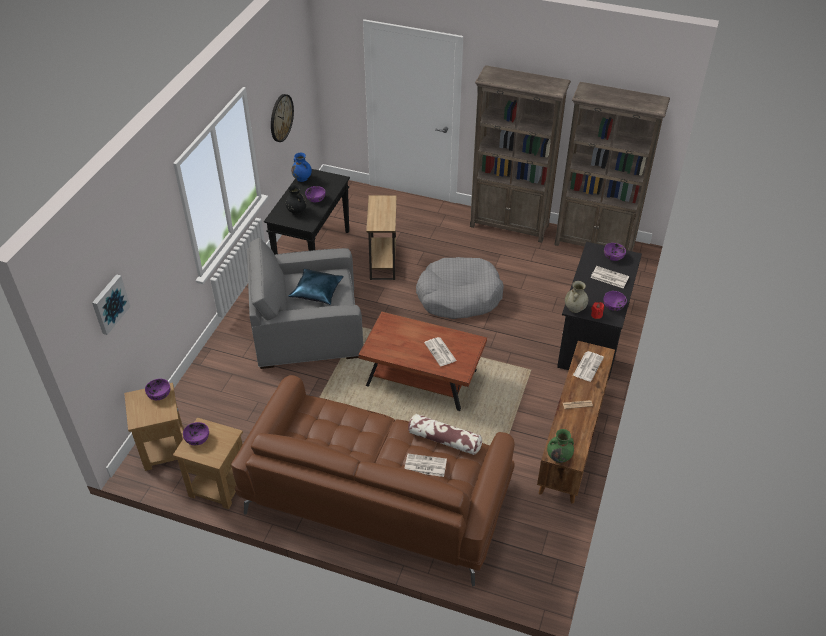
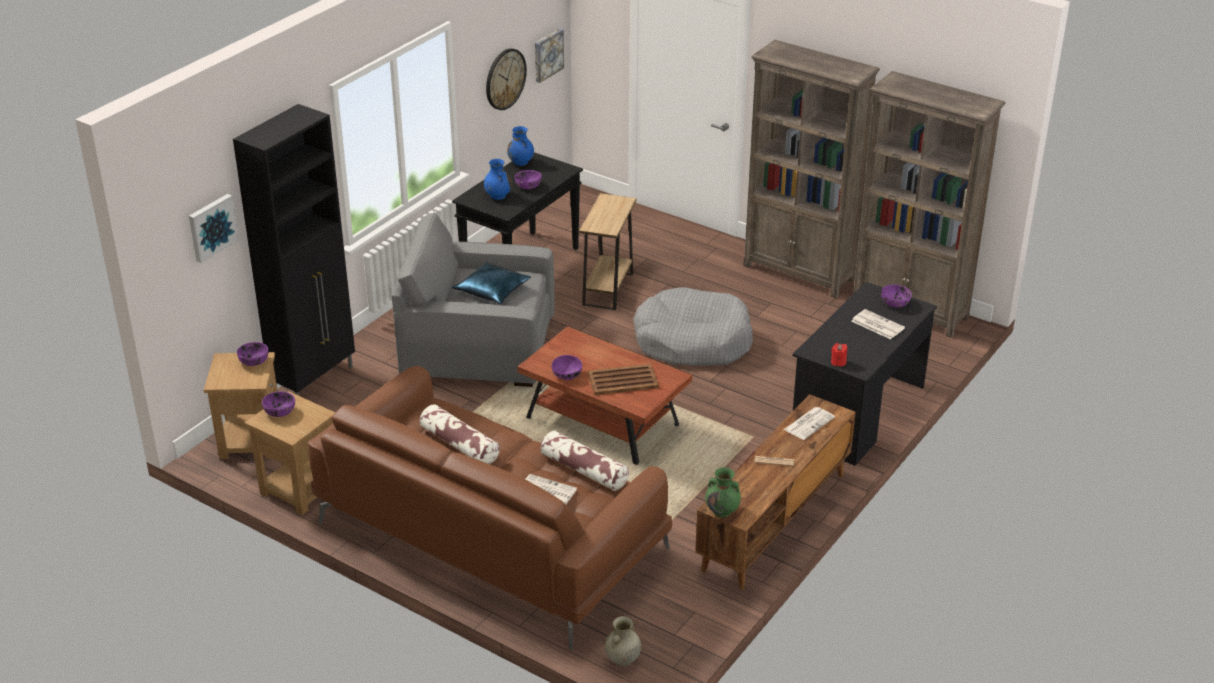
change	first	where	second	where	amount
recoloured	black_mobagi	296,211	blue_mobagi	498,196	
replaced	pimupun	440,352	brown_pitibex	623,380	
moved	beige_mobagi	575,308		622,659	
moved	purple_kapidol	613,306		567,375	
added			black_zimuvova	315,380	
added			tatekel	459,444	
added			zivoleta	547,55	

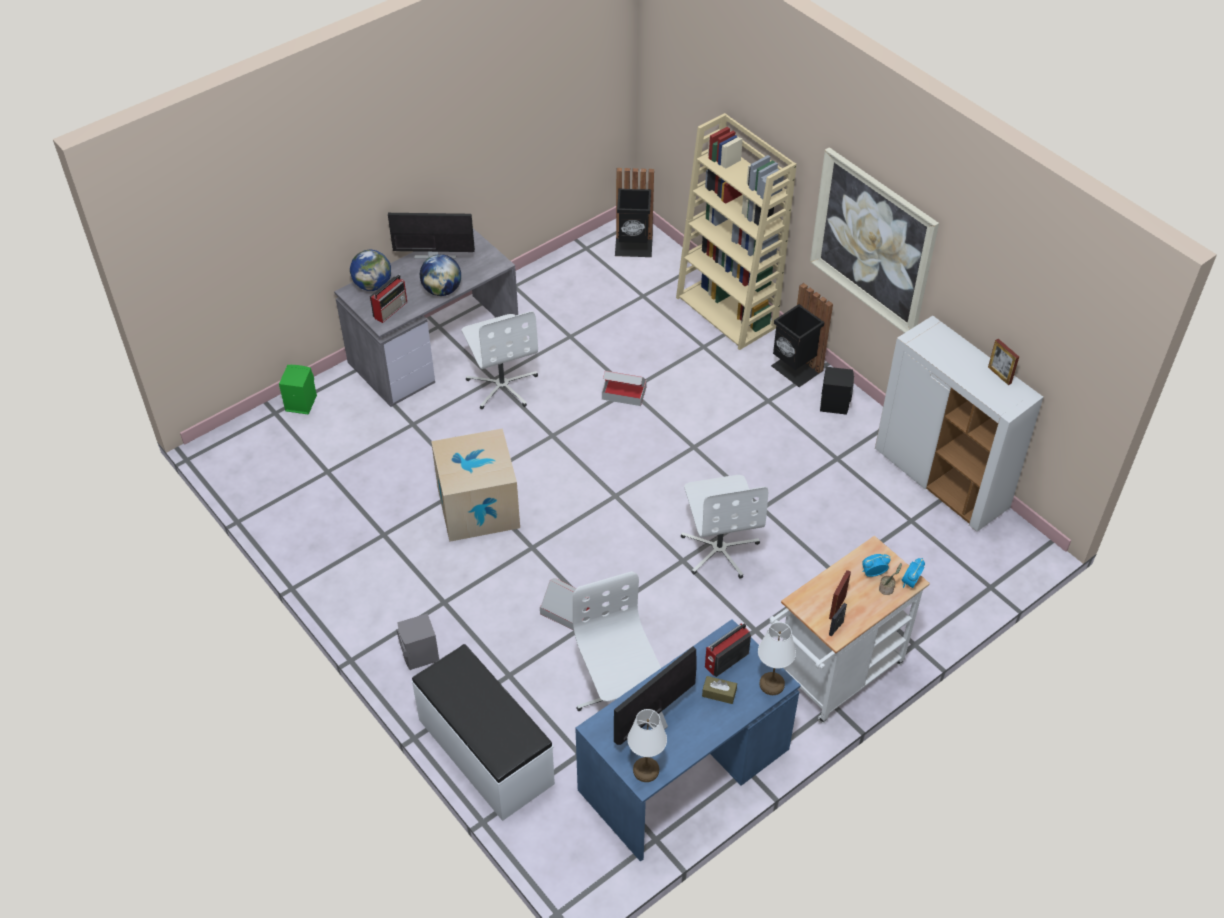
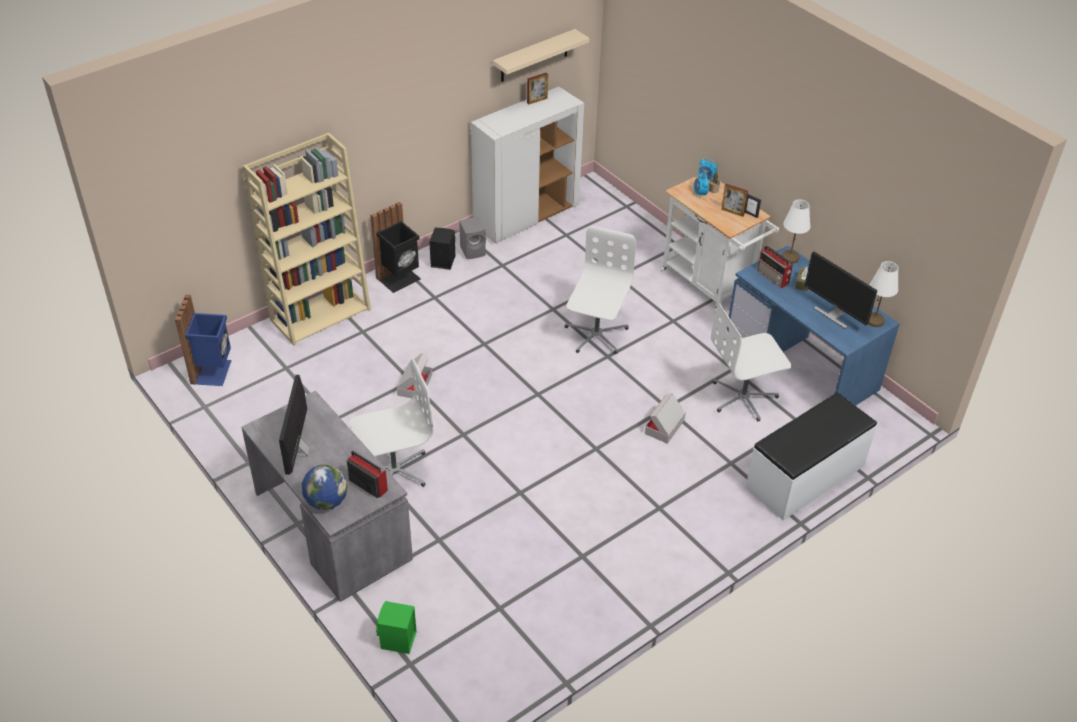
change	first	where	second	where	amount
moved	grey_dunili	420,656		473,251	
removed	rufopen	442,290			
removed	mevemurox	478,507			
recoloured	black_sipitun	634,247	blue_sipitun	213,371	
turned	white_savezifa	719,549		595,335	60 degrees counterclockwise
removed	zivoleta	873,242			
added			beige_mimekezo	534,56	

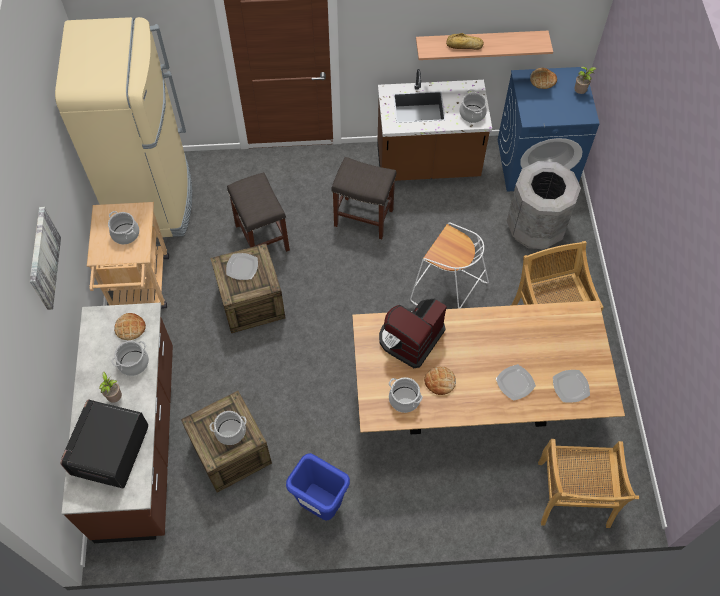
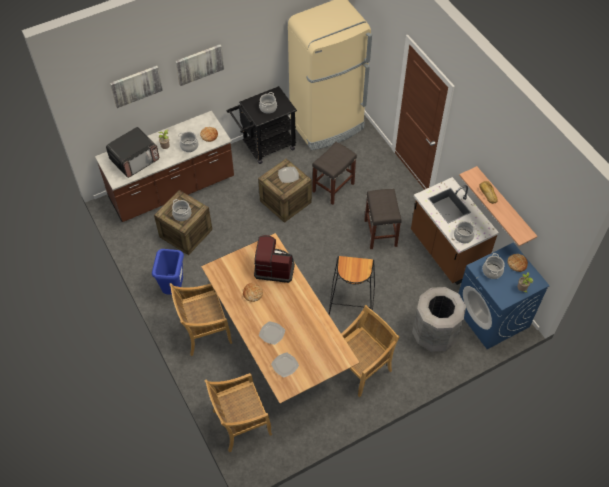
change	first	where	second	where	amount
turned	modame	110,452		135,160	150 degrees clockwise
recoloured	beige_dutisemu	140,289	black_dutisemu	264,147	
moved	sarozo	404,399		492,271	
recoloured	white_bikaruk	447,292	black_bikaruk	351,300	
added			zivoleta	136,85	
added			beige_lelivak	204,331	

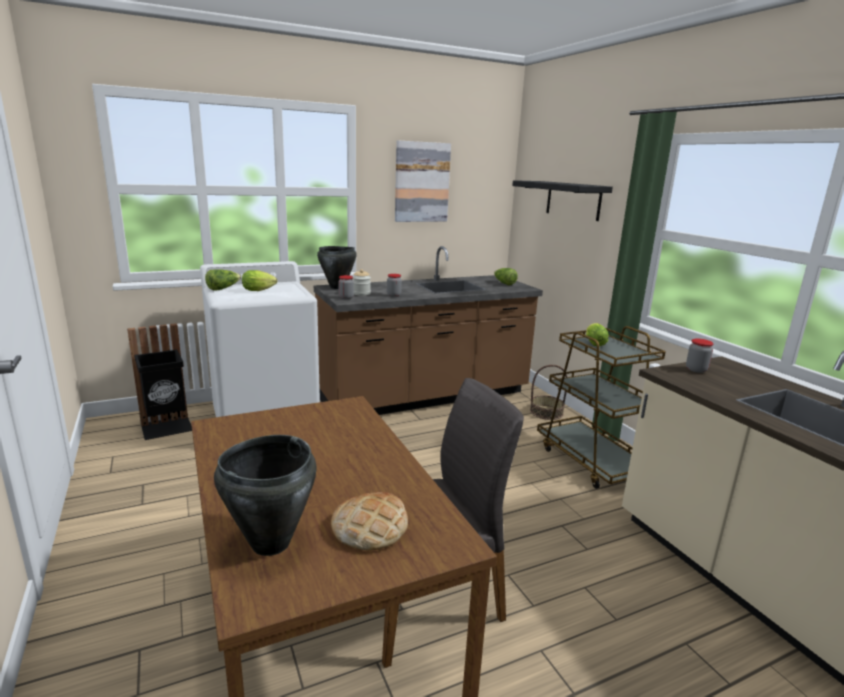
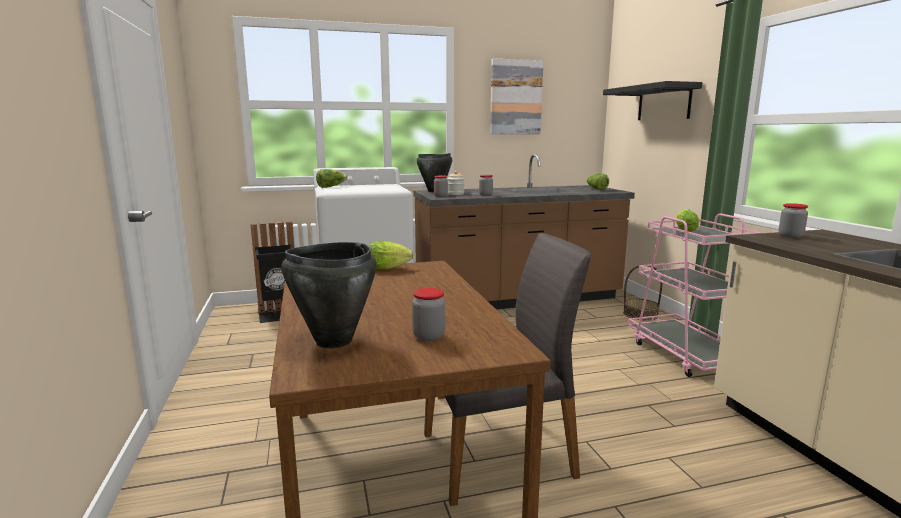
change	first	where	second	where	amount
moved	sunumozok	260,290		390,268	
replaced	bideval	370,527	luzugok	429,336	
recoloured	brown_dutisemu	592,461	pink_dutisemu	686,354	

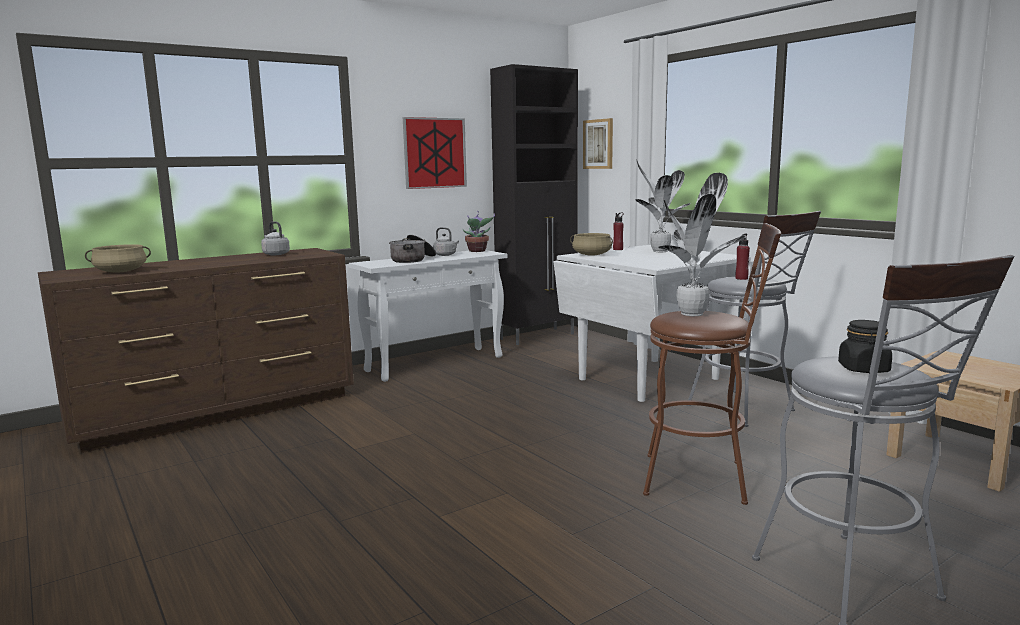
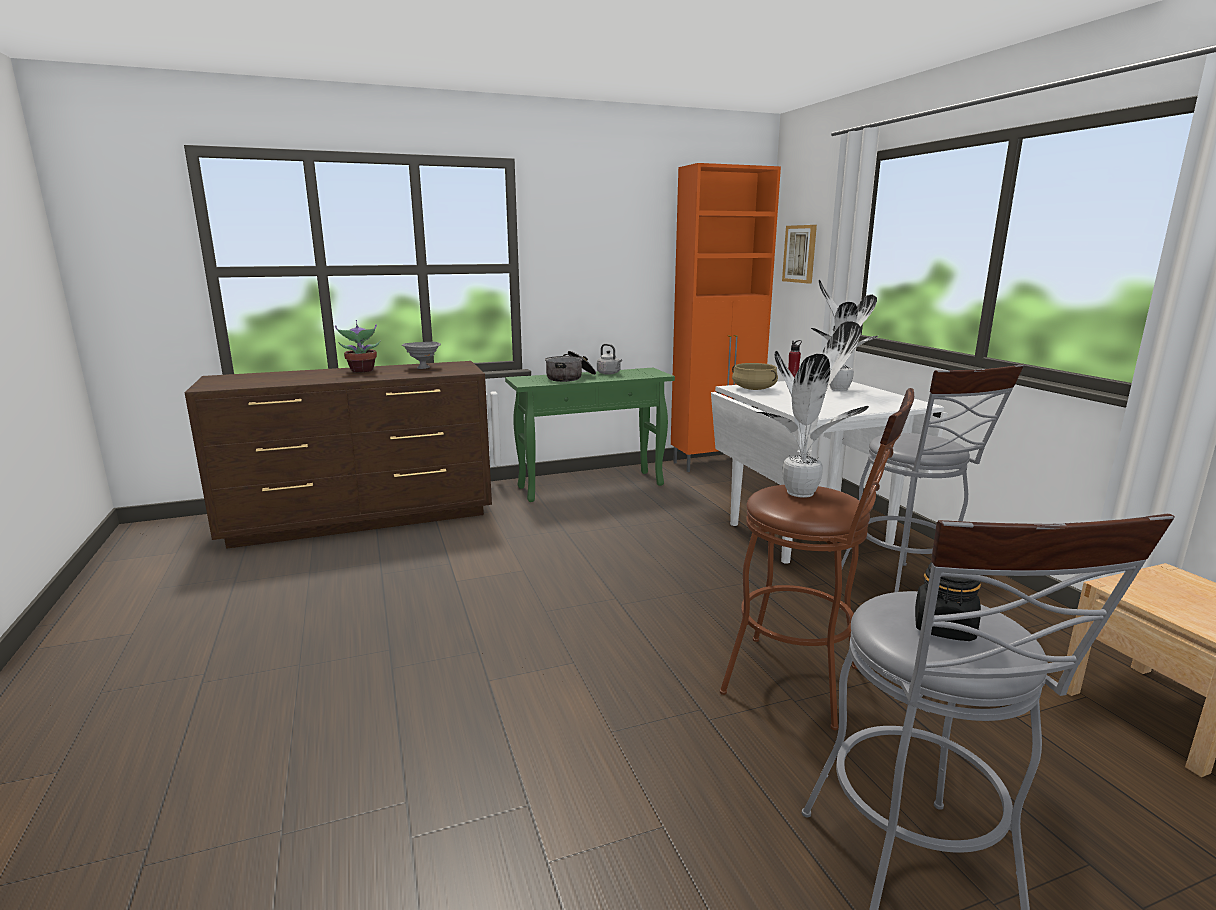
change	first	where	second	where	amount
removed	beige_sarozo	120,272			
replaced	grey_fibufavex	275,254	grey_kapidol	422,367	
recoloured	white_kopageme	436,363	green_kopageme	592,486	
removed	zivoleta	434,153			
moved	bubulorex	477,251		362,371	
recoloured	black_zimuvova	538,336	orange_zimuvova	716,463	
removed	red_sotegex	741,278			

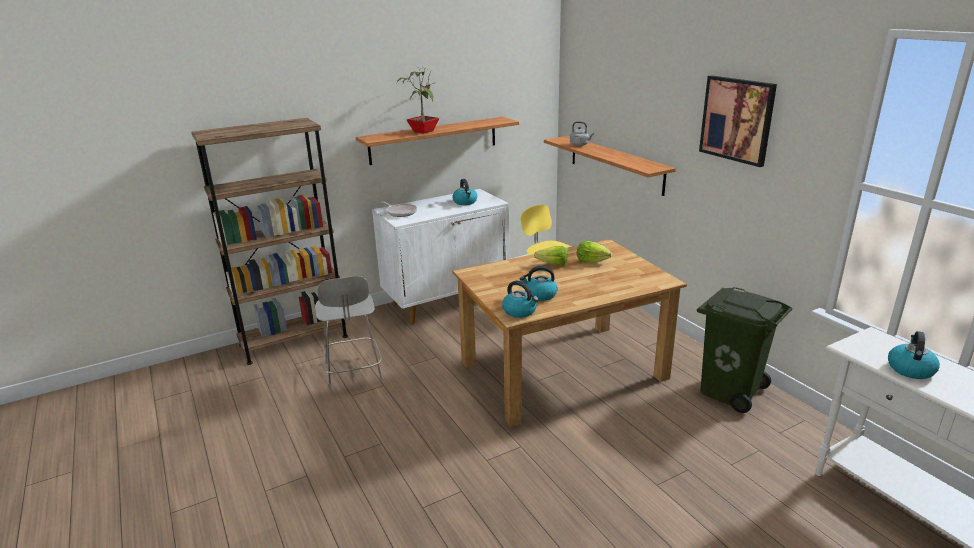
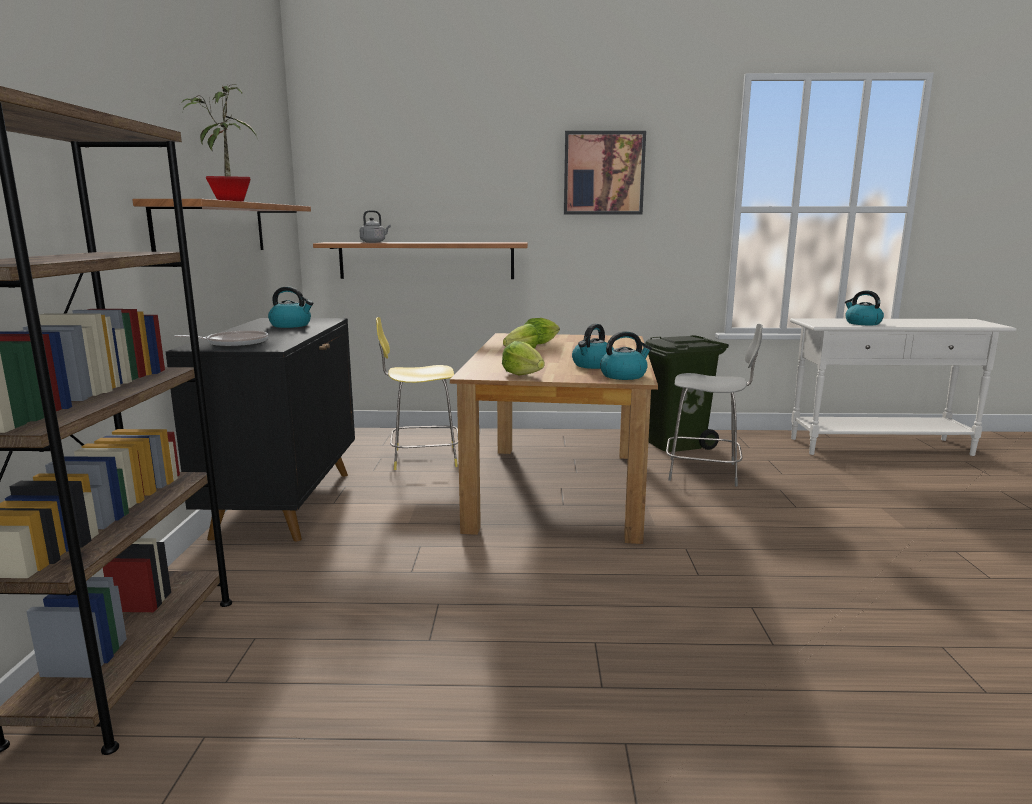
change	first	where	second	where	amount
moved	grey_bikaruk	353,372		705,472	
recoloured	white_zimuvova	447,301	black_zimuvova	286,502	
added			sunumozok	523,375	

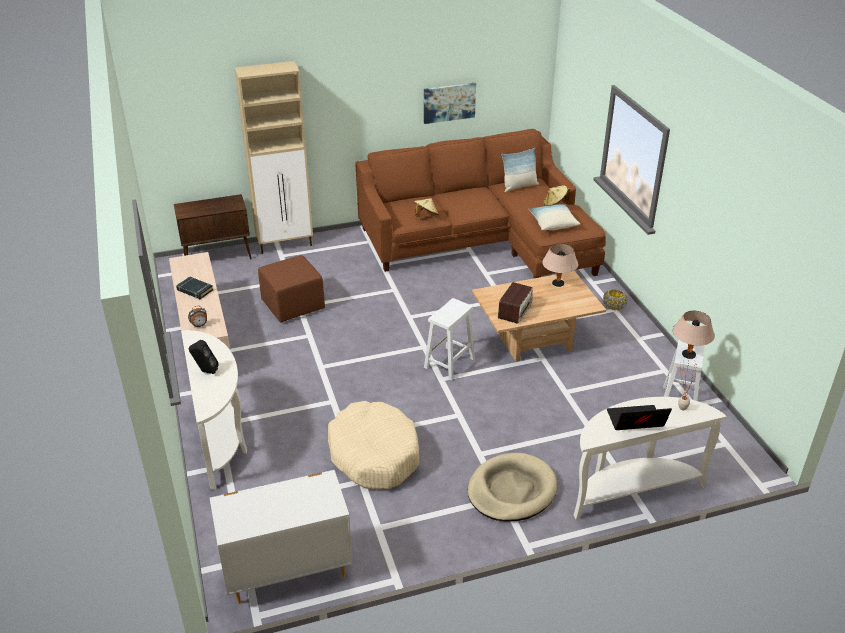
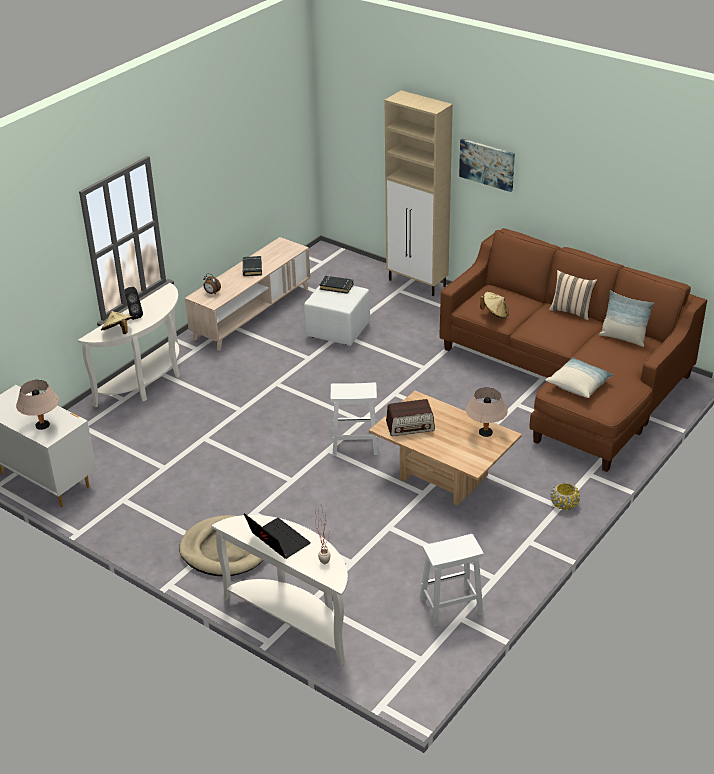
change	first	where	second	where	amount
removed	brown_zimuvova	218,257			
recoloured	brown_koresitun	293,305	white_koresitun	338,331	
removed	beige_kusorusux	374,454			
moved	zivoleta	449,102		487,164	
moved	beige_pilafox	555,204		118,332	
moved	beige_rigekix	688,355		42,426	
added			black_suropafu	336,286	
added			beige_tatekel	571,311	

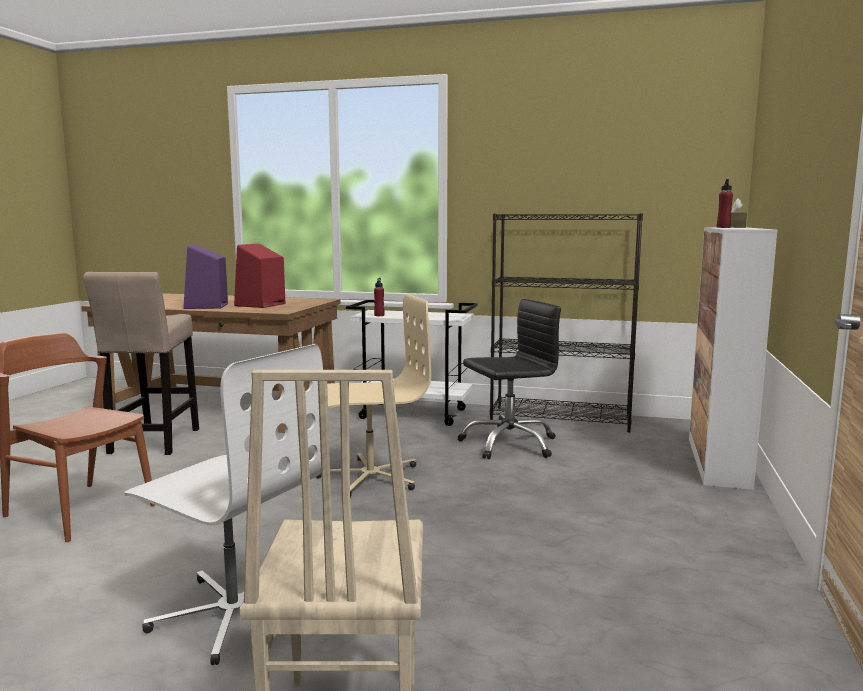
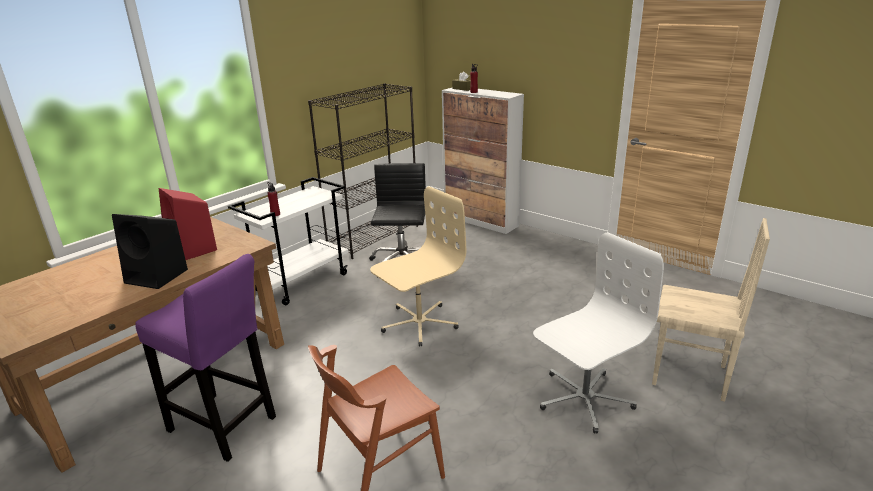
change	first	where	second	where	amount
recoloured	beige_bikaruk	153,443	purple_bikaruk	225,427	
recoloured	purple_dunili	206,306	black_dunili	158,276	
turned	beige_savezifa	369,477		419,323	45 degrees clockwise

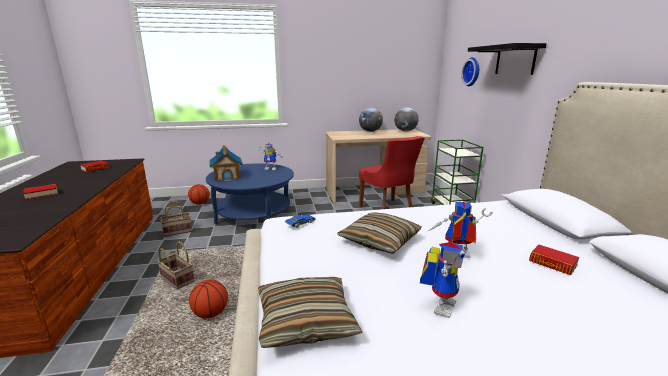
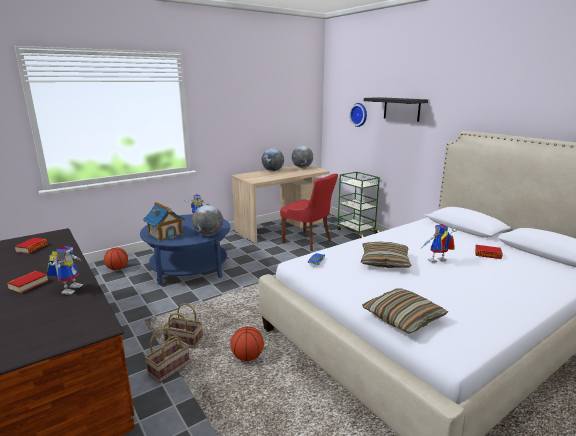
change	first	where	second	where	amount
moved	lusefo	178,231		169,368	
moved	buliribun	440,304		70,288	
added			rufopen	208,234	

